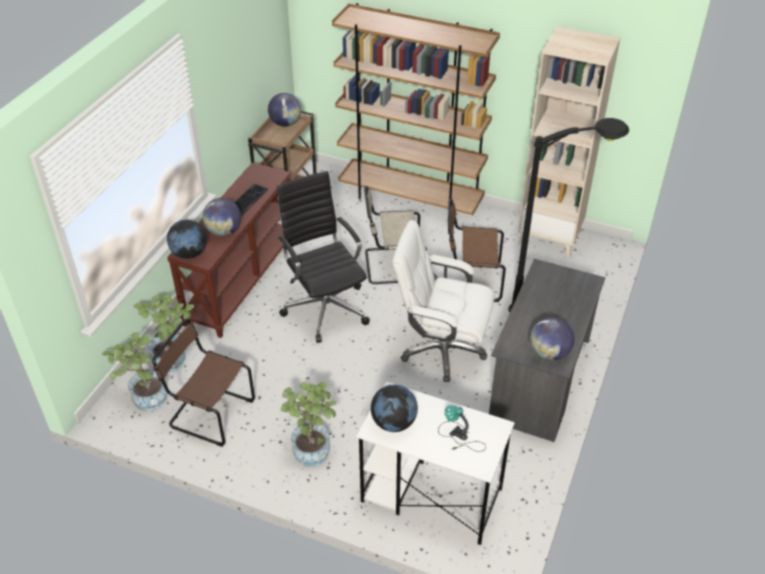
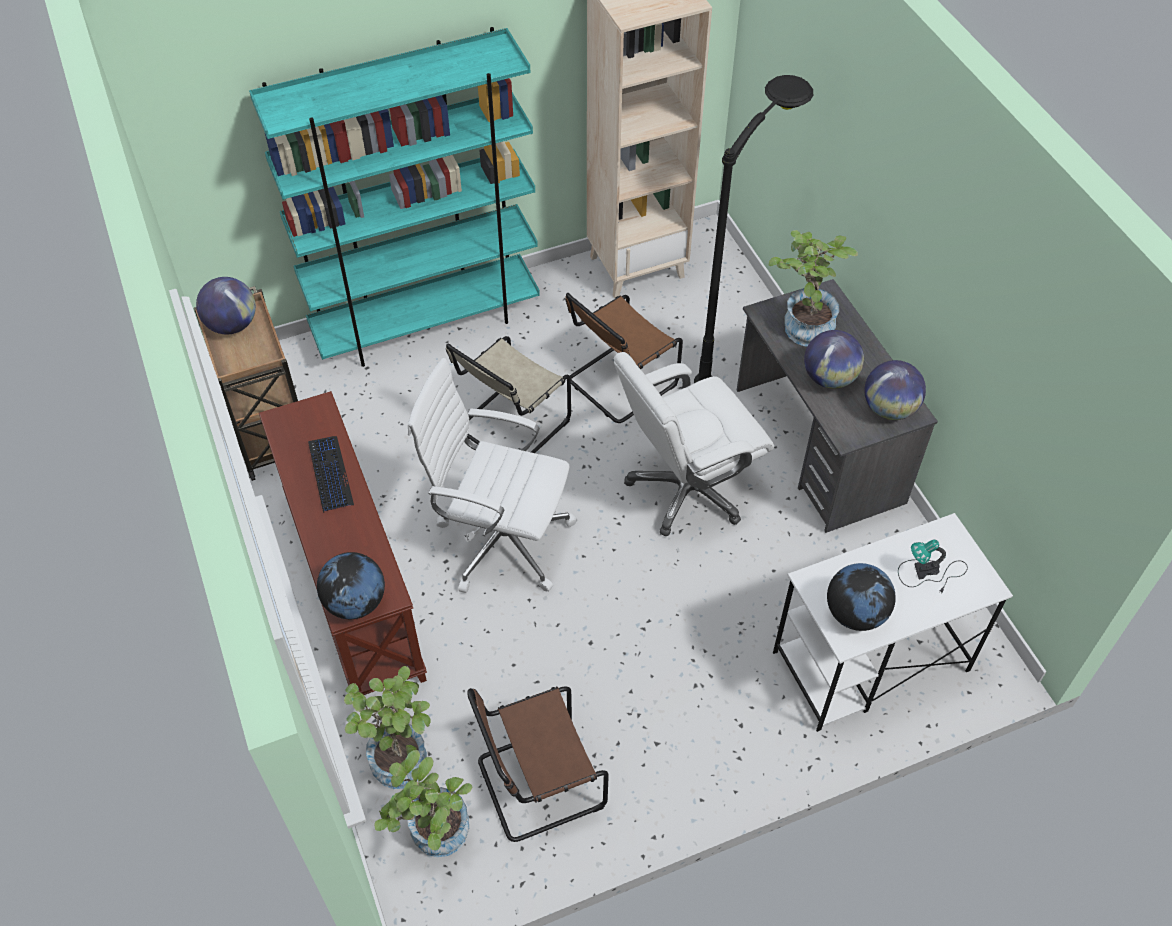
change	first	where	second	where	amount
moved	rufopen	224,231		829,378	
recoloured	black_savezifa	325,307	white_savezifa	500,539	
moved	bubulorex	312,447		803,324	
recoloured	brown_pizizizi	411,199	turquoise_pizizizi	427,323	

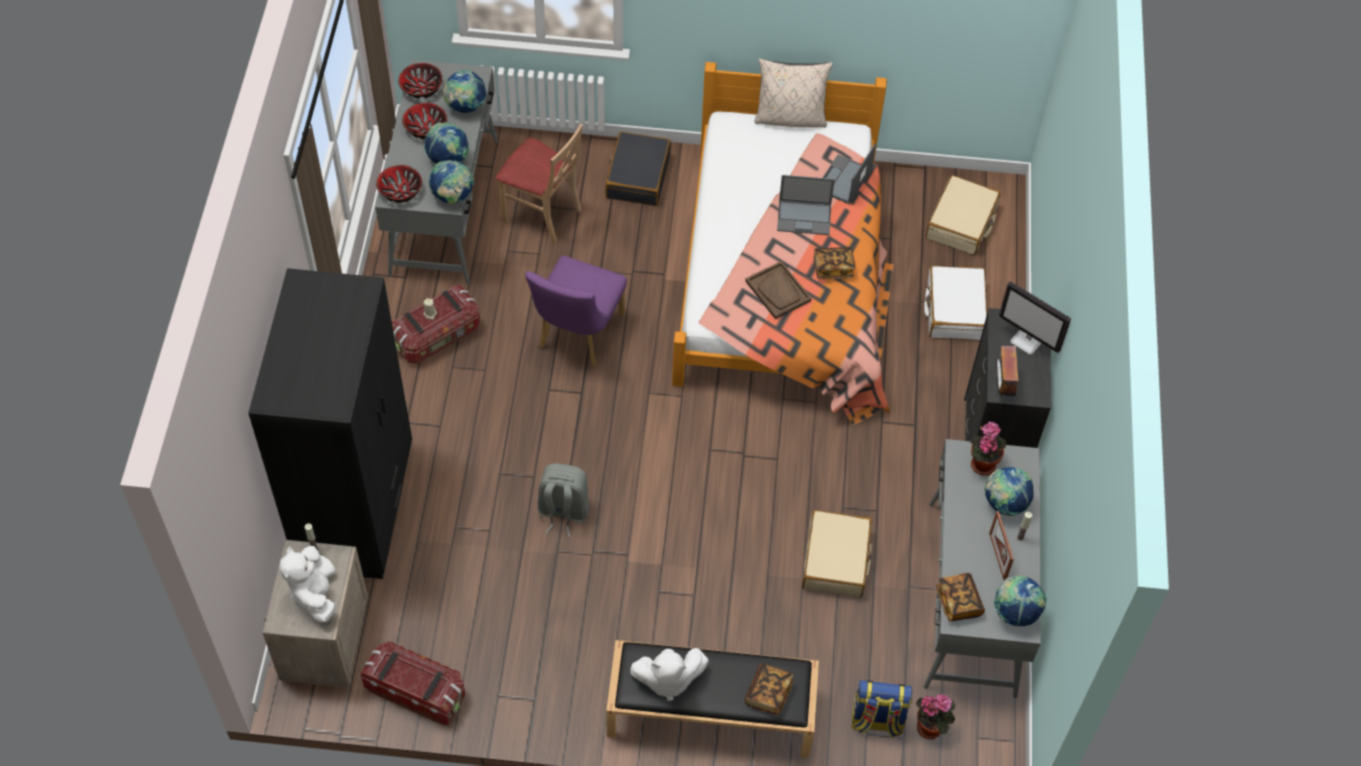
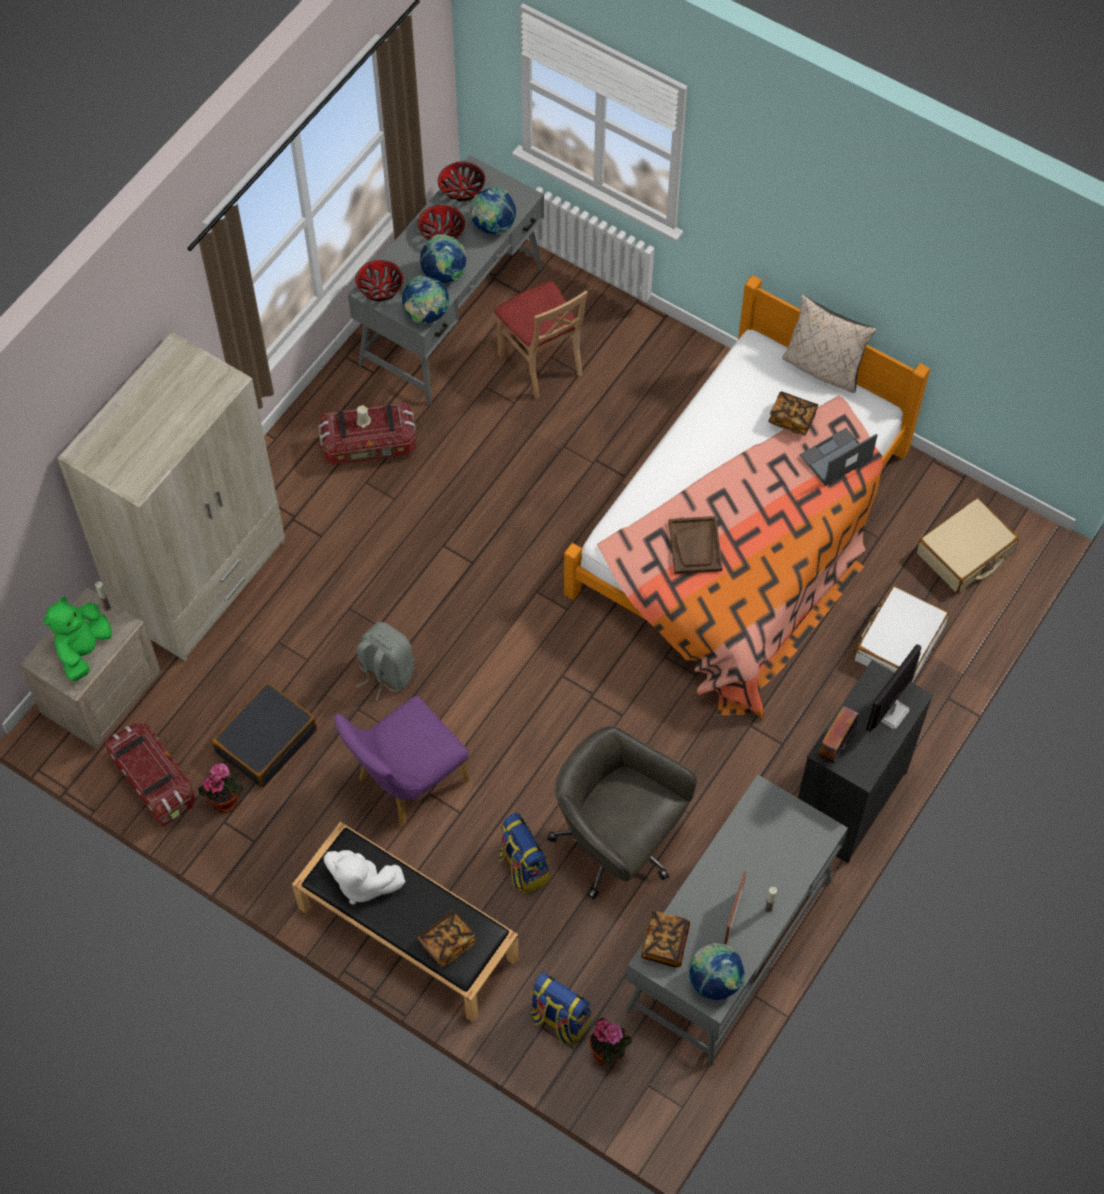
change	first	where	second	where	amount
recoloured	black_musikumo	357,505	beige_musikumo	202,579	
recoloured	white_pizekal	315,594	green_pizekal	83,650	
moved	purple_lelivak	577,335		406,783	
moved	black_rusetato	637,176		266,741	
removed	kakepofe	805,217			
replaced	beige_rusetato	836,560	grey_savezifa	617,844	
moved	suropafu	833,268		792,419	
moved	bubulorex	982,463		225,799	
removed	rufopen	1004,503			
turned	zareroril	1027,341		890,713	60 degrees clockwise
added			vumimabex	523,867	

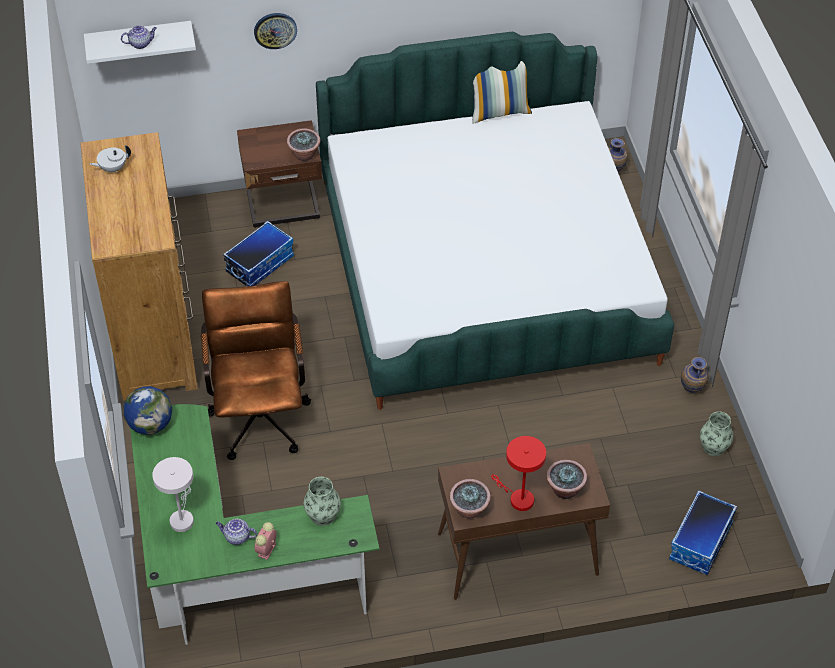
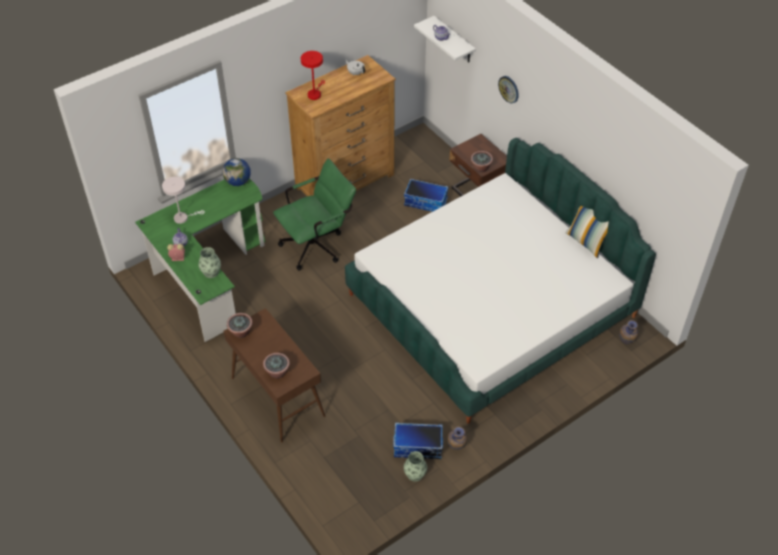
change	first	where	second	where	amount
recoloured	brown_savezifa	259,413	green_savezifa	317,244	
moved	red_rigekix	518,498		315,94	
moved	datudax	701,542		417,447	

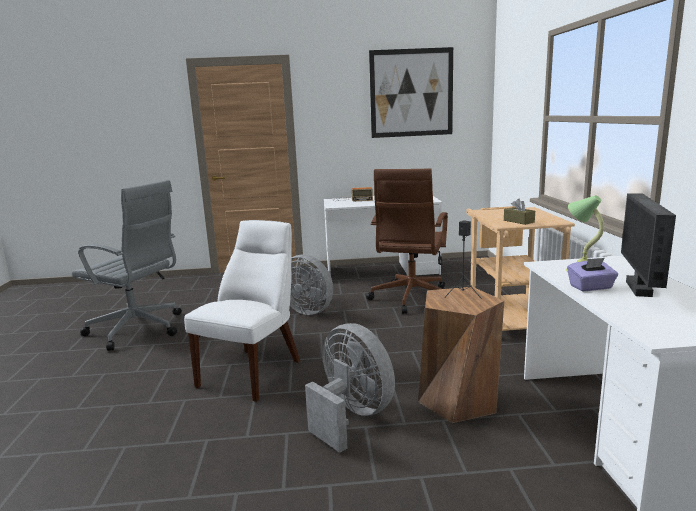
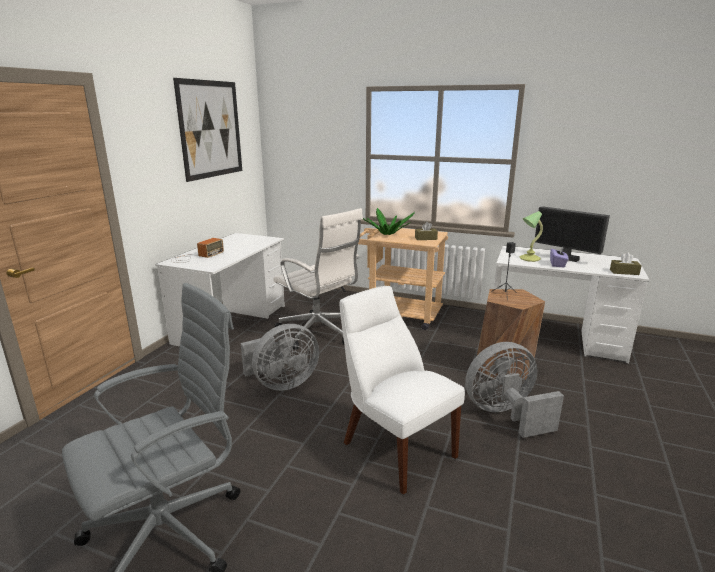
change	first	where	second	where	amount
recoloured	brown_savezifa	411,299	white_savezifa	319,332	
added			bubulorex	387,234	
added			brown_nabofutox	624,272	

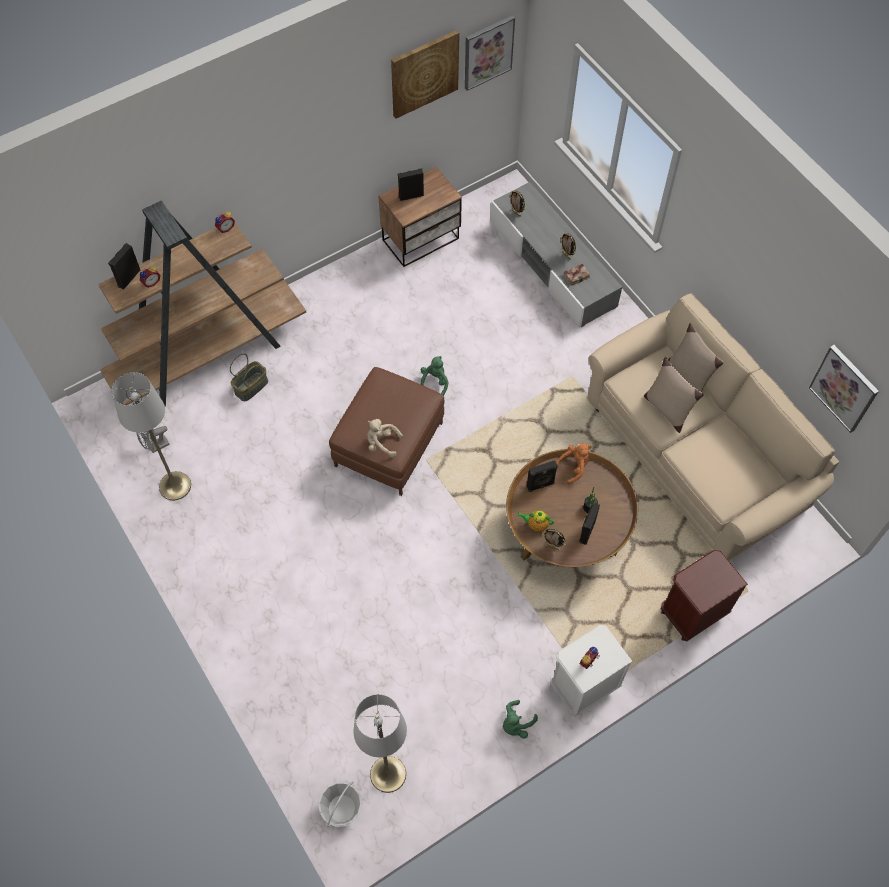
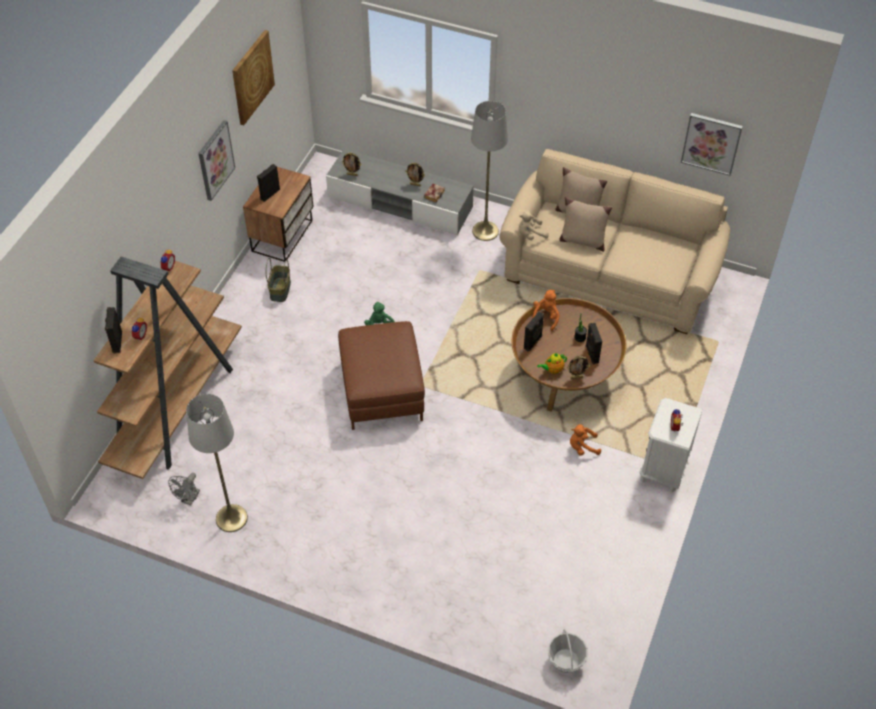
change	first	where	second	where	amount
moved	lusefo	251,386		280,289	
moved	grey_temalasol	388,774		485,231	
moved	beige_pizekal	382,443		530,234	
moved	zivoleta	488,52		215,160	
removed	green_pizekal	516,724			
removed	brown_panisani	692,613			
added			orange_pizekal	582,447	

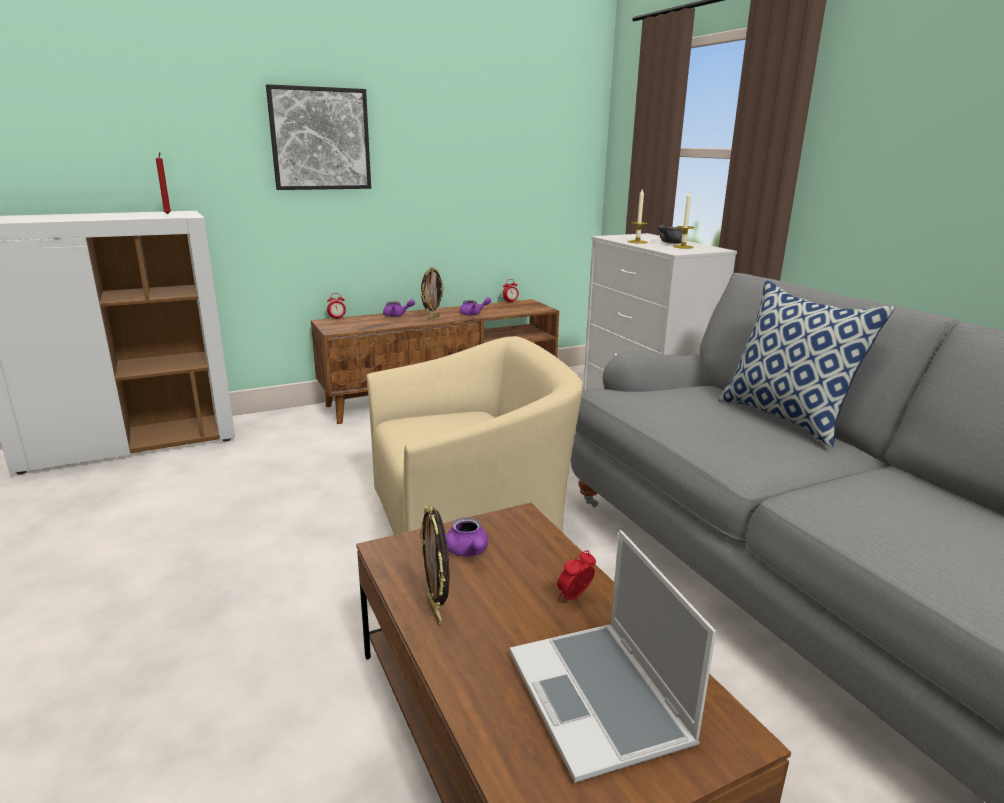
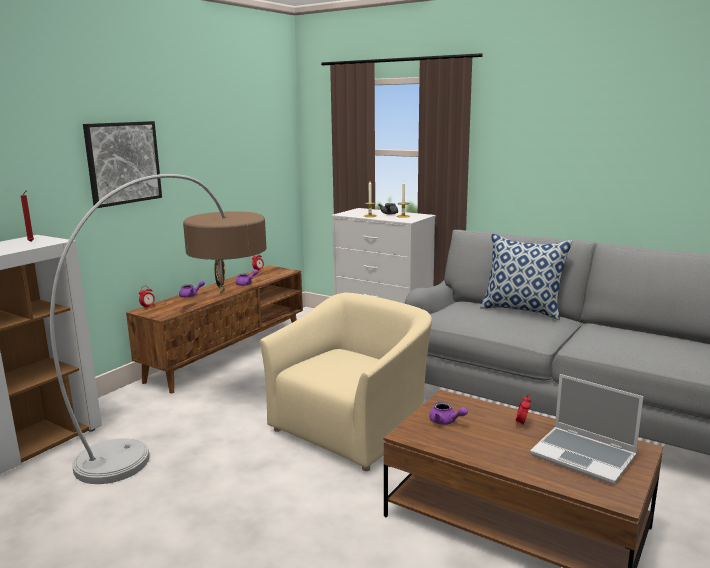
change	first	where	second	where	amount
removed	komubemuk	436,612			
added			temalasol	191,424	

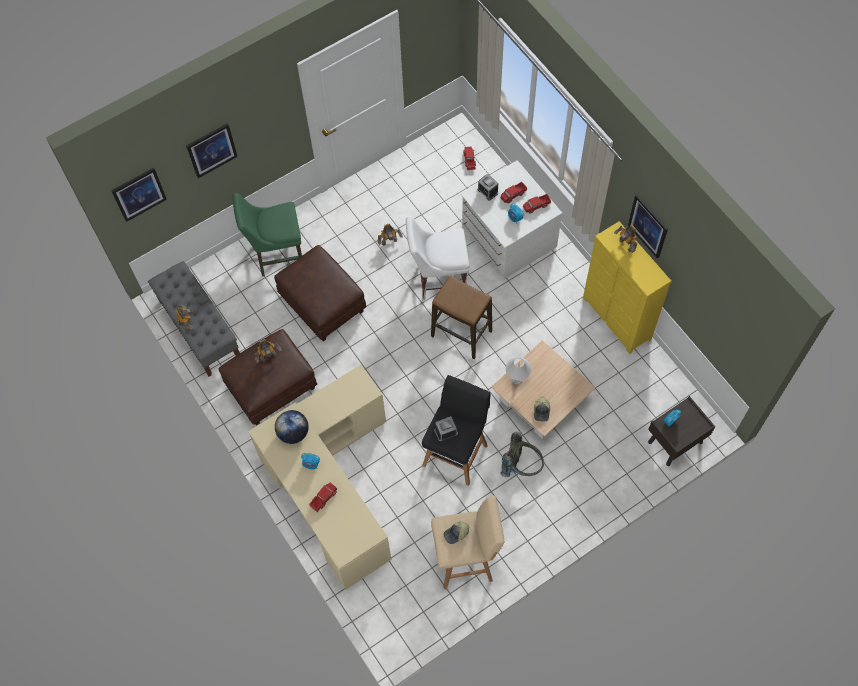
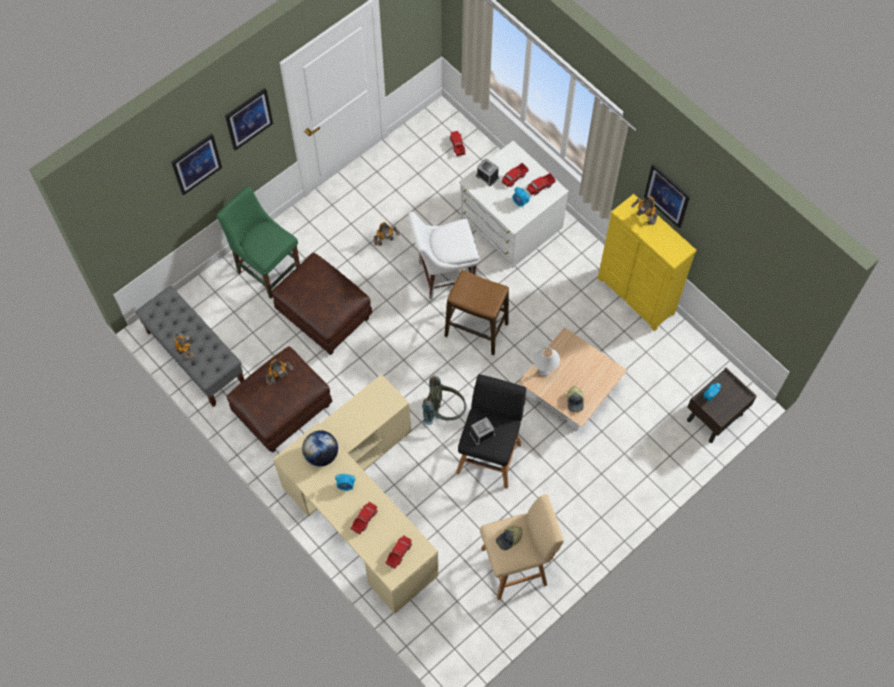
change	first	where	second	where	amount
moved	zivoleta	139,194		248,118	
turned	green_lelivak	277,255		267,268	60 degrees clockwise
moved	grey_vumimabex	522,466		444,412	
added			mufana	399,553	

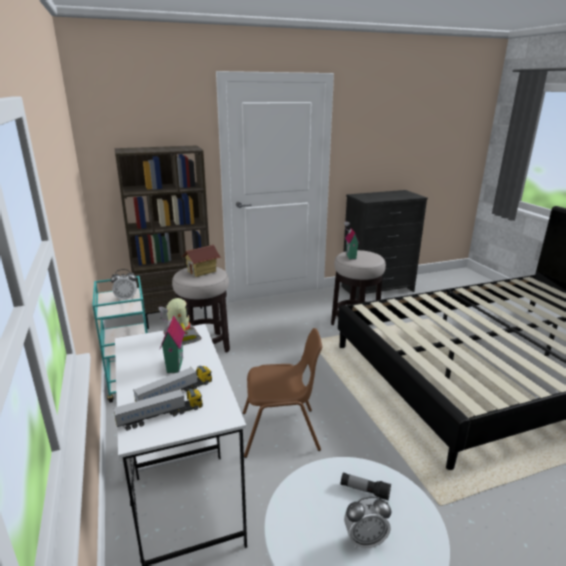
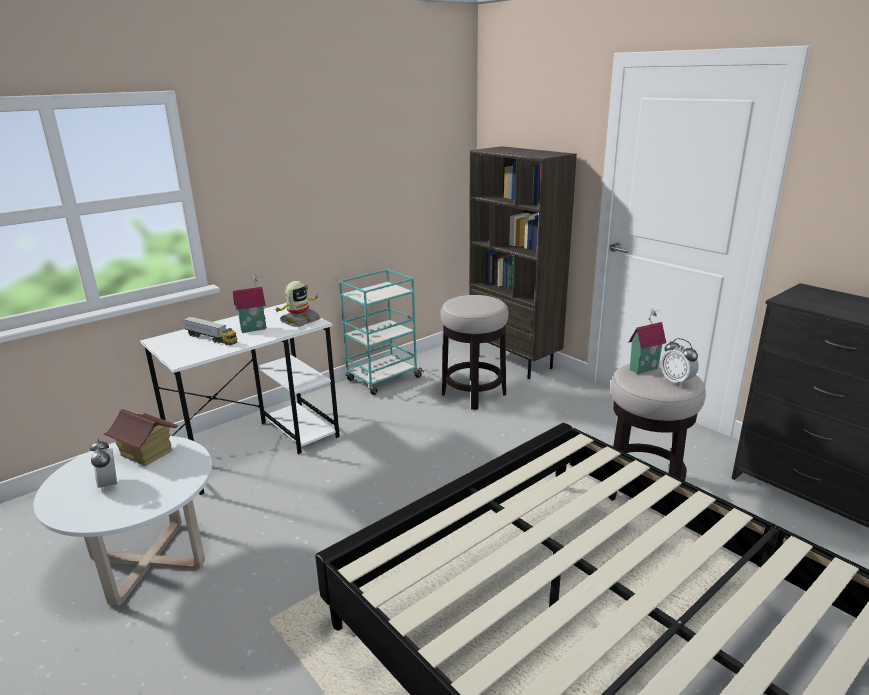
change	first	where	second	where	amount
moved	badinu	126,299		677,381	
removed	mufana	161,416			
moved	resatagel	202,271		146,453	
removed	brown_lelivak	281,432			
removed	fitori	364,491			

